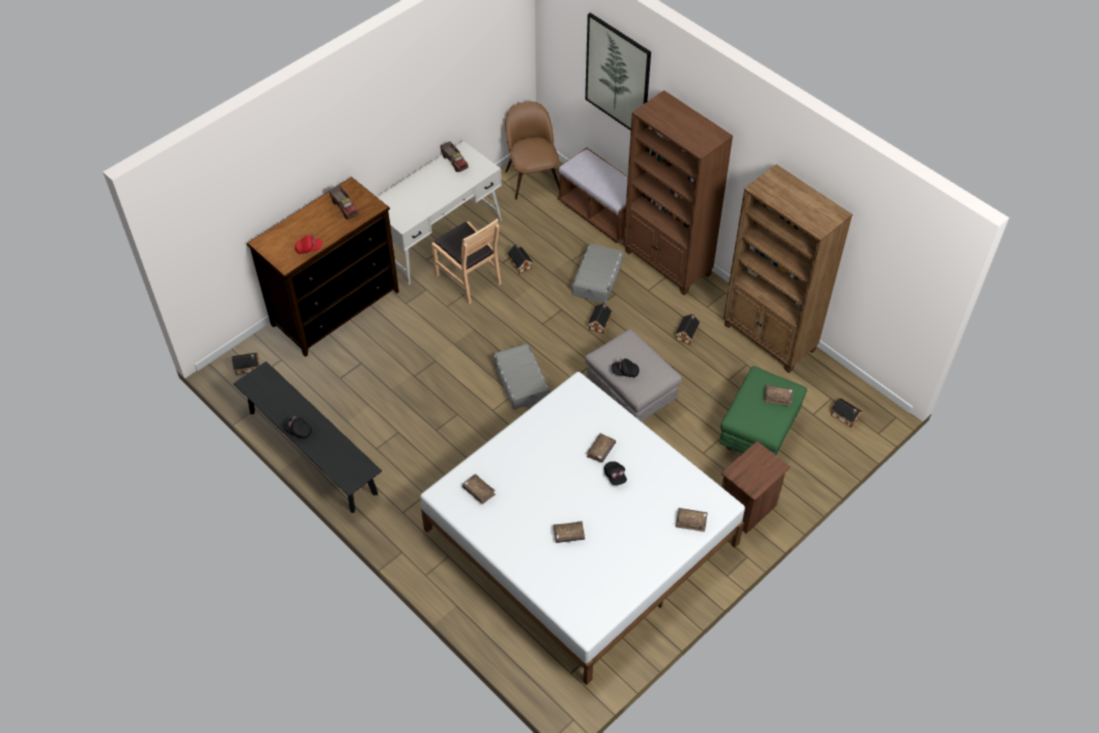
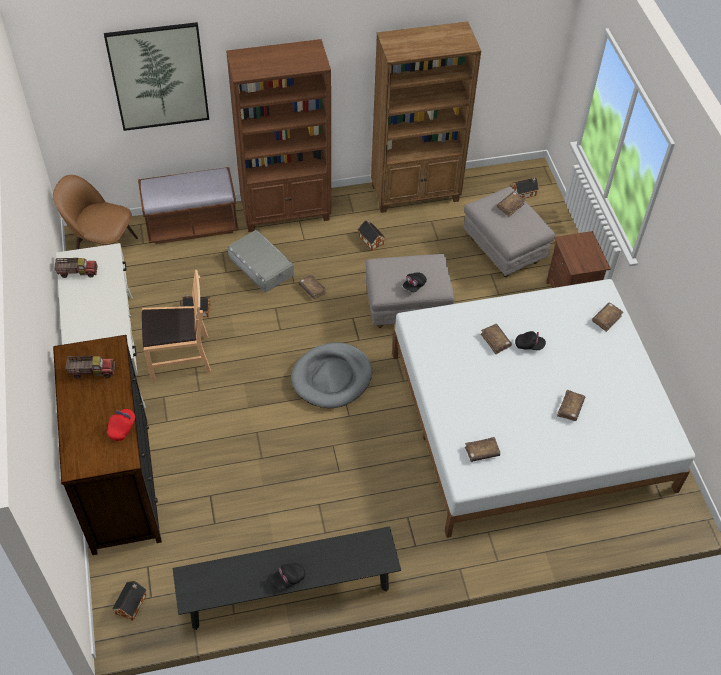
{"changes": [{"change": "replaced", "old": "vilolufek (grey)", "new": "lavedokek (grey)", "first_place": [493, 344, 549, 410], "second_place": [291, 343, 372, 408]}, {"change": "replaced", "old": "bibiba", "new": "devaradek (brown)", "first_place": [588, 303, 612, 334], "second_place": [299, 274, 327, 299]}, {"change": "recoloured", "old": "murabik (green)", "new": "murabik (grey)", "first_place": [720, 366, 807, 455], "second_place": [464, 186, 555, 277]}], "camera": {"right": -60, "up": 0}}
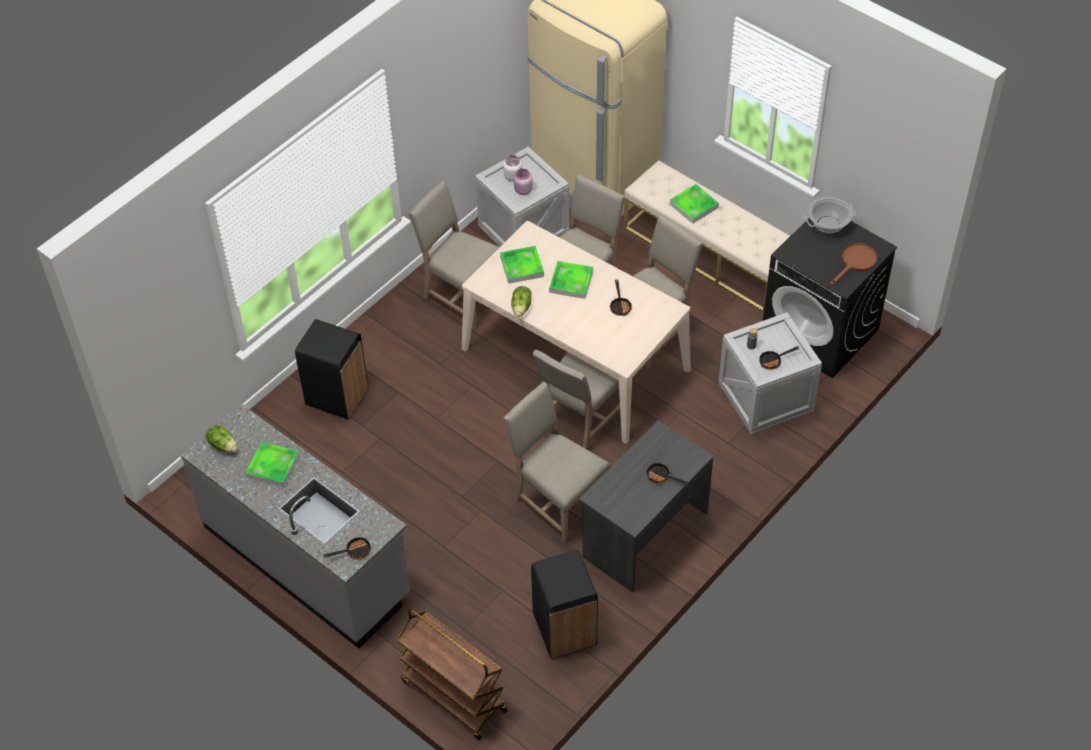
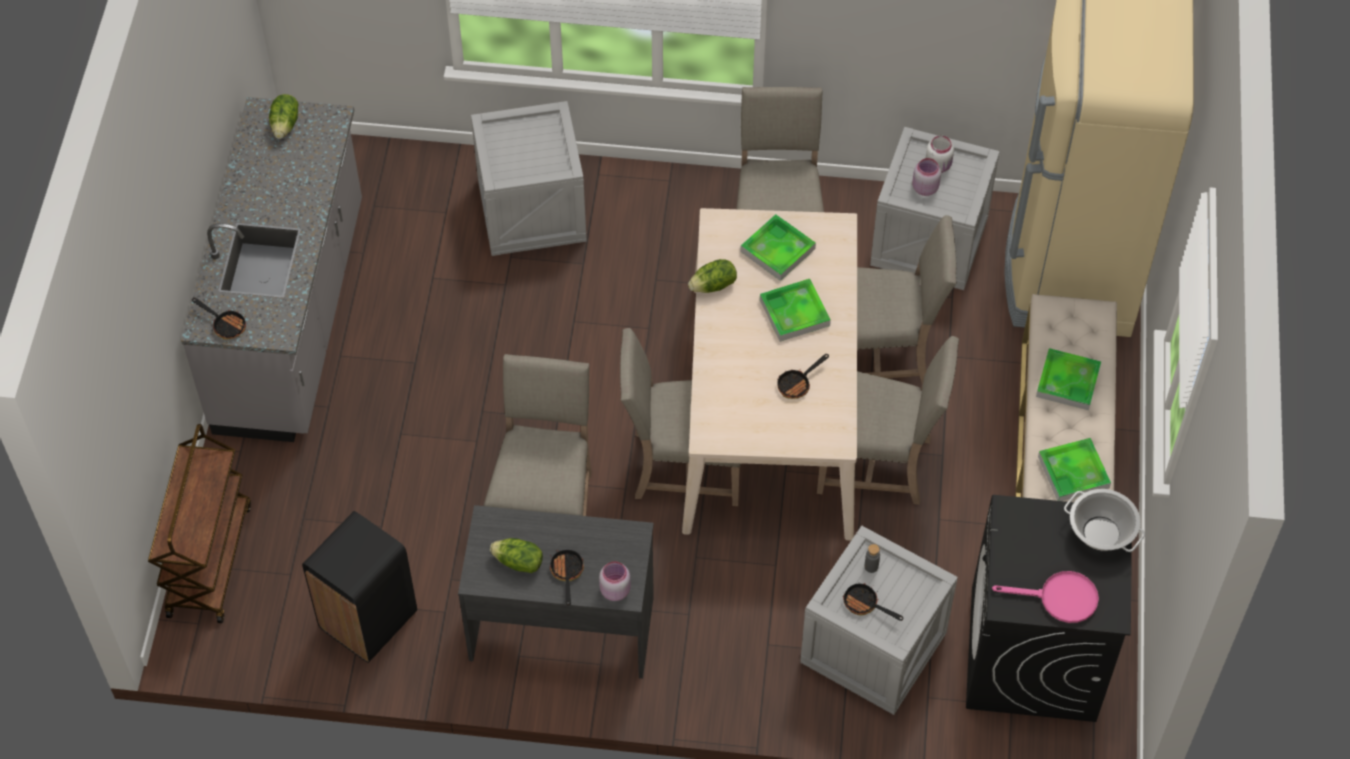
{"changes": [{"change": "replaced", "old": "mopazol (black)", "new": "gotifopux", "first_place": [295, 319, 368, 420], "second_place": [471, 101, 587, 256]}, {"change": "added", "new": "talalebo", "second_place": [490, 538, 543, 573]}, {"change": "added", "new": "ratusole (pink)", "second_place": [599, 561, 631, 601]}, {"change": "recoloured", "old": "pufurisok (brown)", "new": "pufurisok (pink)", "first_place": [830, 243, 877, 285], "second_place": [992, 571, 1099, 623]}, {"change": "moved", "old": "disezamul", "first_place": [246, 442, 300, 487], "second_place": [1038, 438, 1111, 501]}], "camera": {"right": 55, "up": 5}}
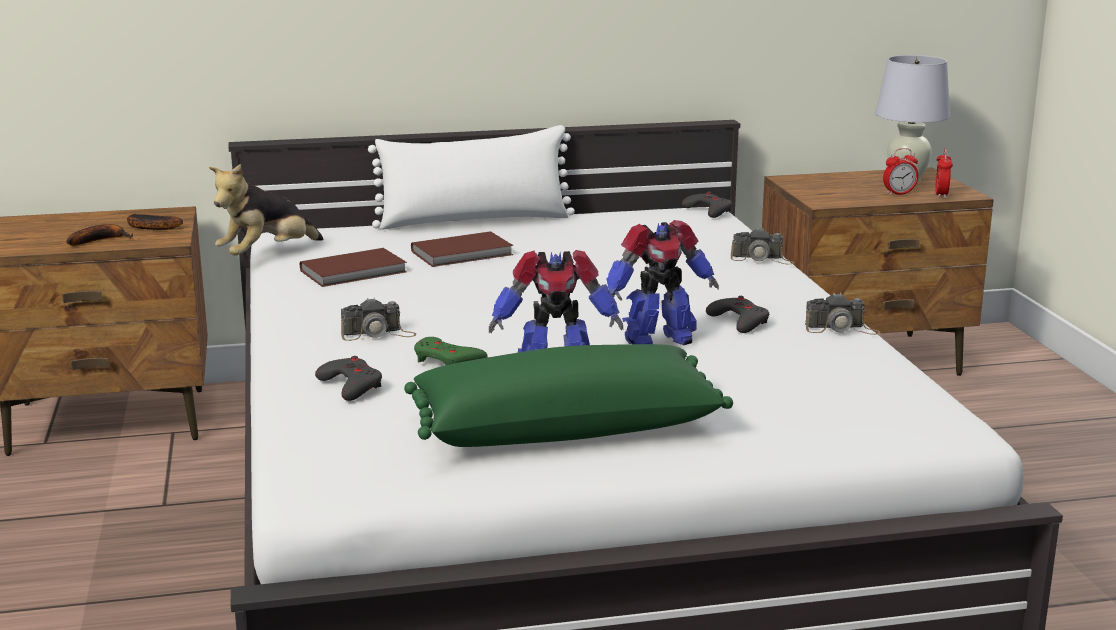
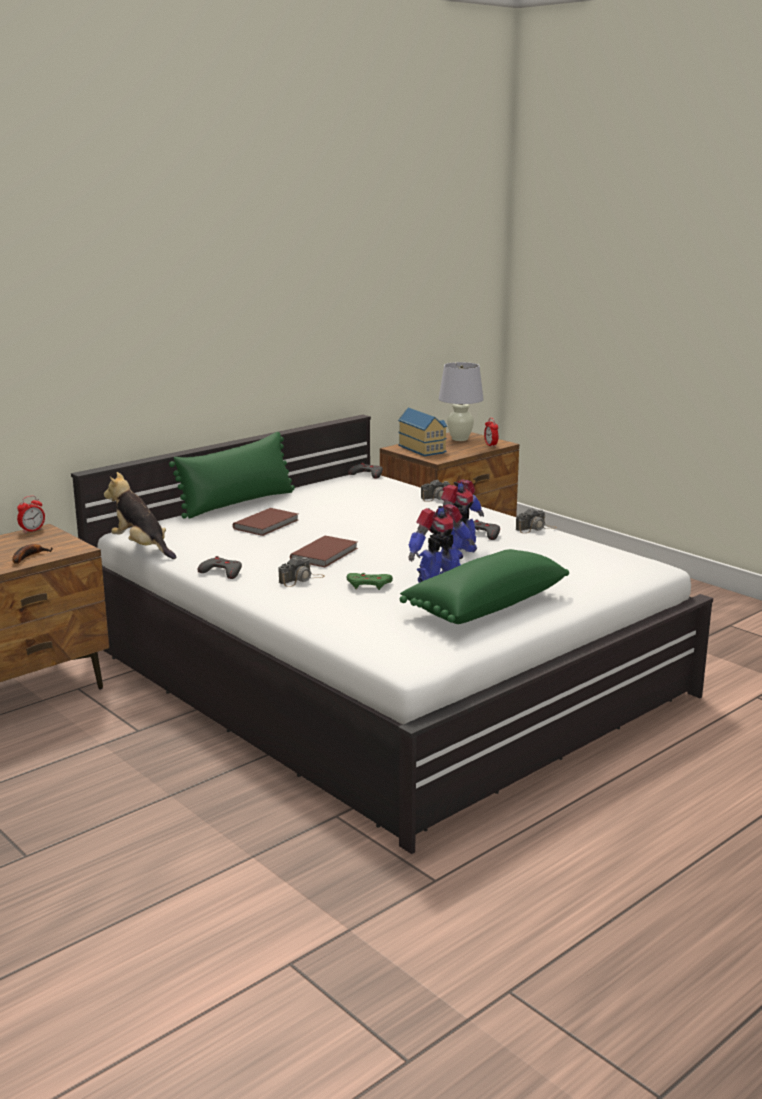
{"changes": [{"change": "moved", "old": "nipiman", "first_place": [883, 148, 918, 196], "second_place": [17, 496, 45, 533]}, {"change": "turned", "old": "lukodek", "first_place": [209, 164, 323, 255], "second_place": [104, 472, 176, 559], "degrees": 120}, {"change": "recoloured", "old": "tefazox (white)", "new": "tefazox (green)", "first_place": [368, 125, 575, 229], "second_place": [169, 432, 295, 519]}, {"change": "moved", "old": "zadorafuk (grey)", "first_place": [315, 356, 382, 401], "second_place": [197, 556, 242, 579]}, {"change": "moved", "old": "devaradek (brown)", "first_place": [300, 248, 407, 287], "second_place": [290, 536, 358, 567]}, {"change": "added", "new": "bibiba", "second_place": [398, 407, 447, 456]}, {"change": "removed", "old": "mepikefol", "first_place": [127, 214, 183, 230]}], "camera": {"right": -30, "up": 0}}
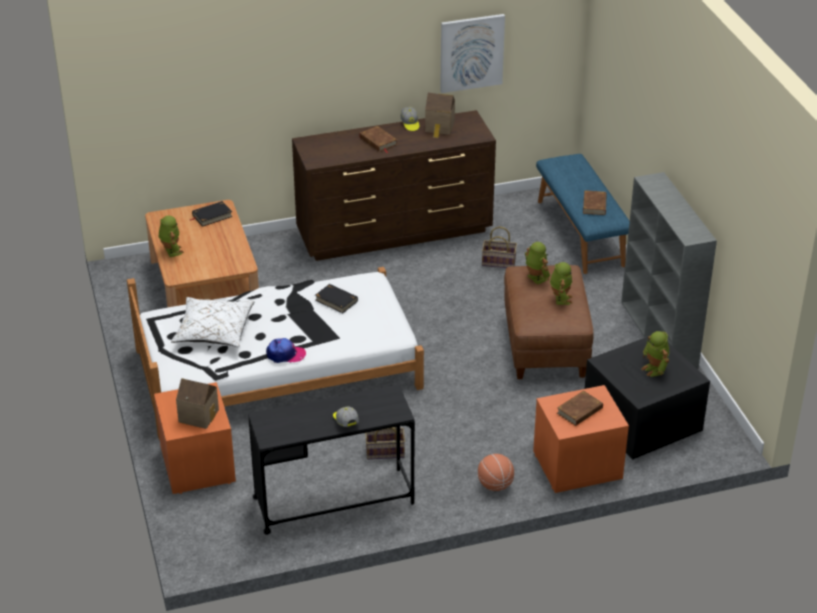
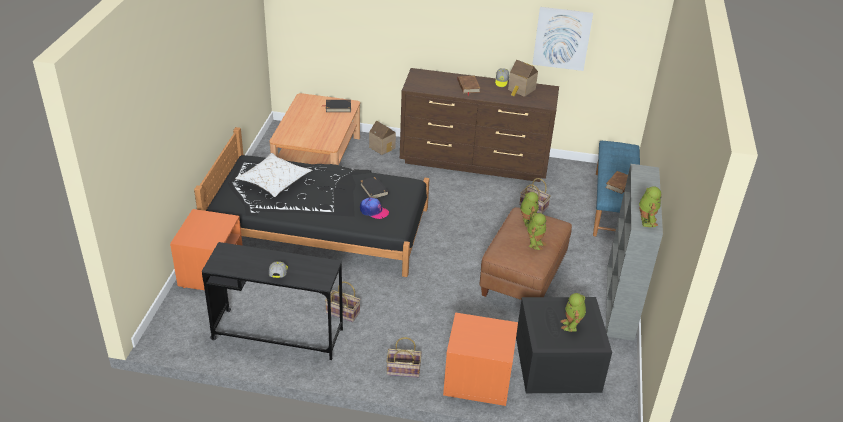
{"changes": [{"change": "recoloured", "old": "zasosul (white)", "new": "zasosul (black)", "first_place": [127, 267, 424, 440], "second_place": [194, 127, 430, 277]}, {"change": "moved", "old": "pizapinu", "first_place": [266, 338, 306, 363], "second_place": [360, 197, 389, 219]}, {"change": "moved", "old": "bibiba", "first_place": [176, 378, 219, 429], "second_place": [369, 120, 396, 155]}, {"change": "replaced", "old": "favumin", "new": "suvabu", "first_place": [478, 454, 514, 491], "second_place": [386, 337, 422, 378]}, {"change": "moved", "old": "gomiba", "first_place": [158, 215, 184, 257], "second_place": [639, 186, 662, 227]}, {"change": "removed", "old": "devaradek (brown)", "first_place": [557, 391, 603, 426]}], "camera": {"right": 25, "up": 0}}
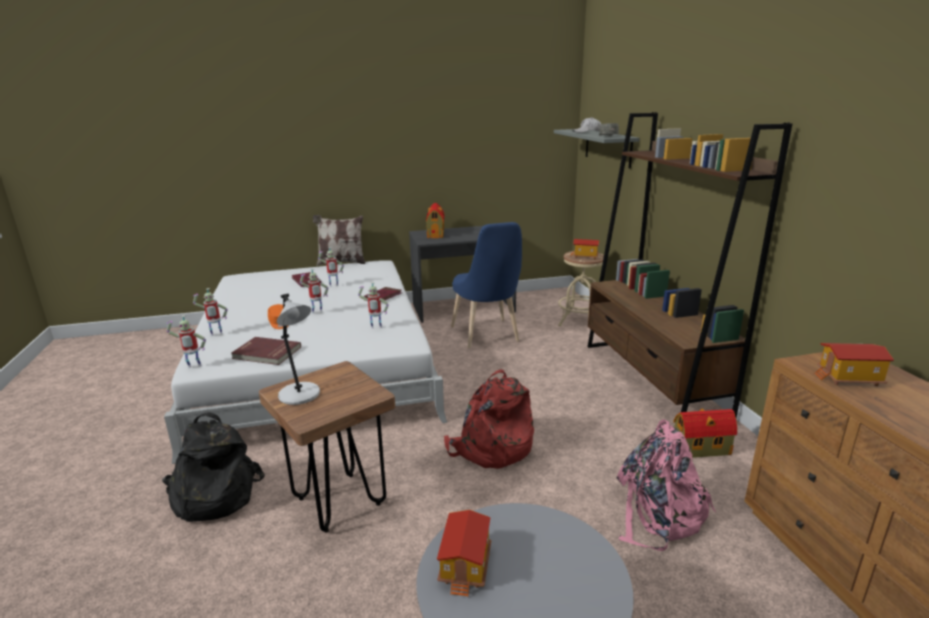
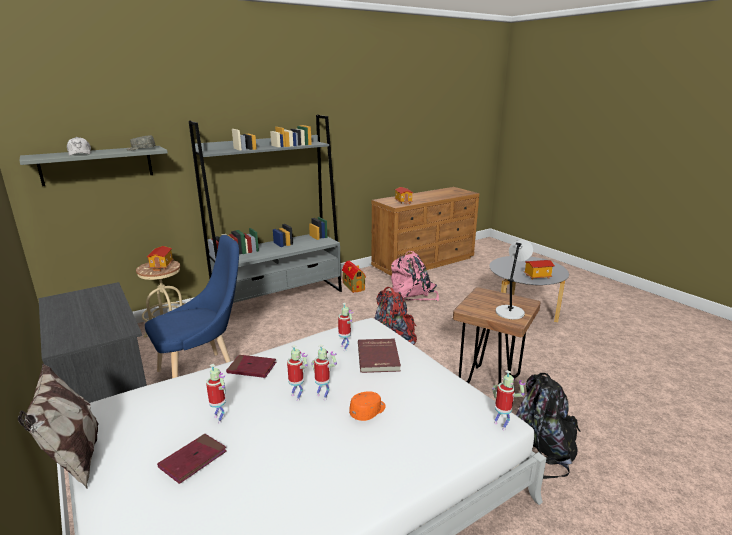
{"changes": [{"change": "recoloured", "old": "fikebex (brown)", "new": "fikebex (grey)", "first_place": [588, 112, 792, 418], "second_place": [189, 115, 342, 303]}, {"change": "moved", "old": "gomiba", "first_place": [193, 288, 228, 336], "second_place": [287, 345, 308, 401]}, {"change": "moved", "old": "devaradek (red)", "first_place": [231, 337, 301, 365], "second_place": [358, 339, 401, 373]}, {"change": "removed", "old": "bibiba", "first_place": [426, 203, 444, 238]}], "camera": {"right": -110, "up": 0}}
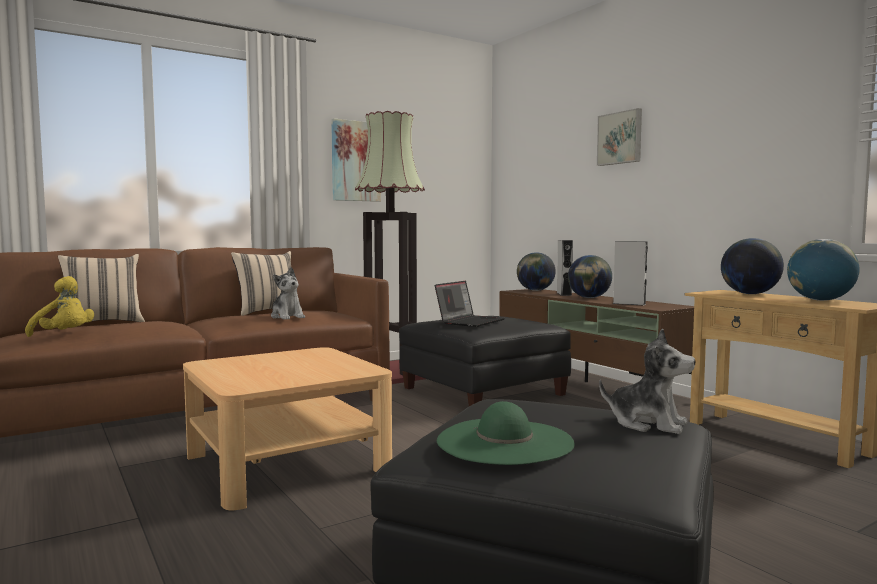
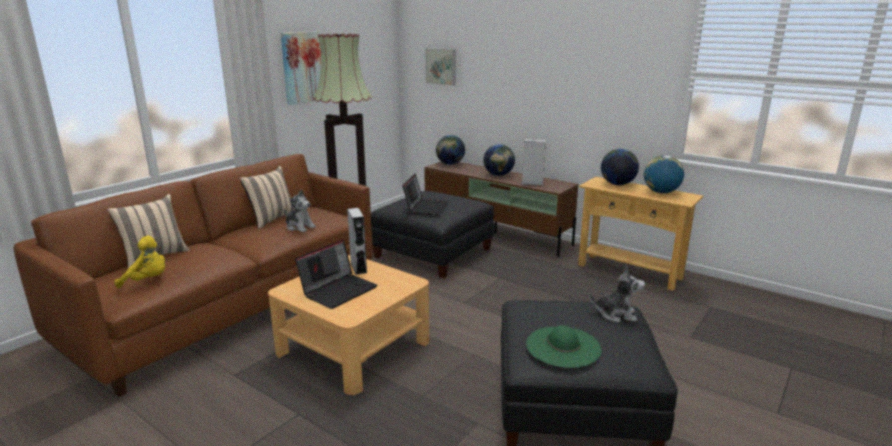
{"changes": [{"change": "added", "new": "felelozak", "second_place": [295, 240, 378, 309]}, {"change": "moved", "old": "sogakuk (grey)", "first_place": [557, 240, 573, 296], "second_place": [347, 208, 367, 275]}, {"change": "moved", "old": "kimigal", "first_place": [597, 108, 642, 166], "second_place": [426, 48, 456, 86]}], "camera": {"right": -20, "up": 15}}
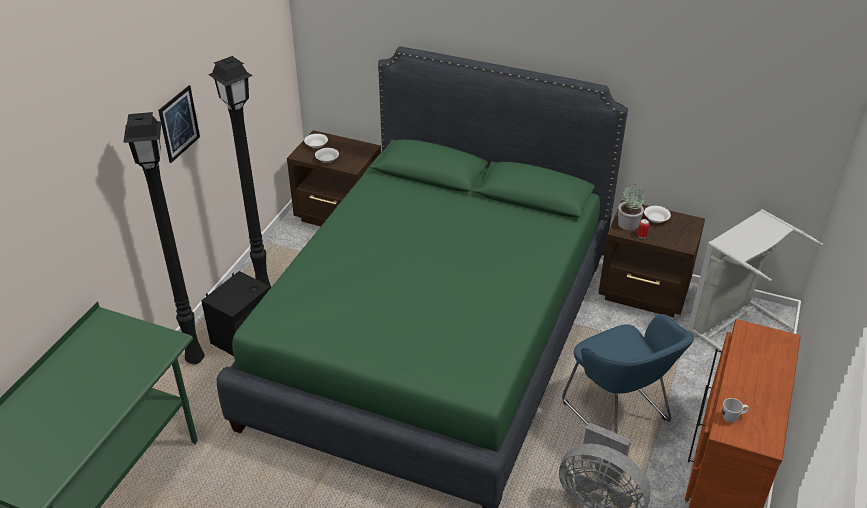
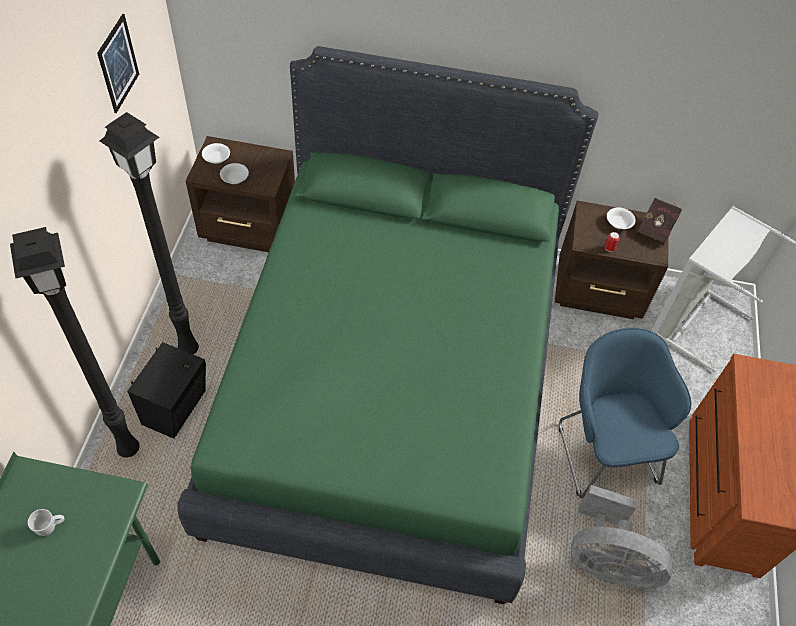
{"changes": [{"change": "moved", "old": "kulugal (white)", "first_place": [722, 398, 749, 422], "second_place": [28, 509, 64, 536]}, {"change": "moved", "old": "kimigal", "first_place": [158, 85, 200, 163], "second_place": [97, 14, 139, 113]}, {"change": "turned", "old": "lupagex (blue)", "first_place": [562, 314, 695, 434], "second_place": [559, 328, 691, 498], "degrees": -150}, {"change": "added", "new": "devaradek (red)", "second_place": [636, 198, 682, 245]}, {"change": "removed", "old": "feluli", "first_place": [618, 184, 644, 230]}], "camera": {"right": -15, "up": 15}}
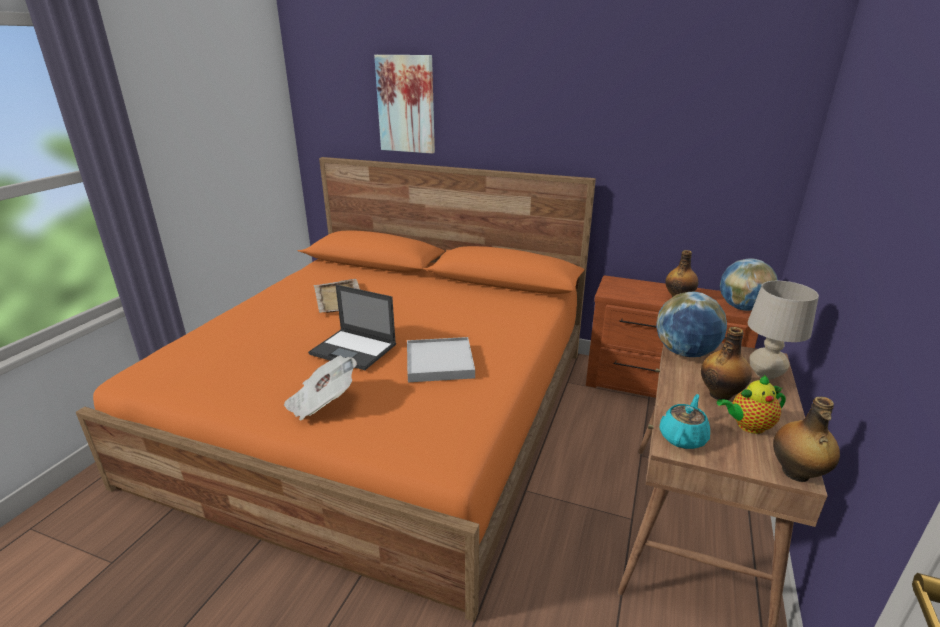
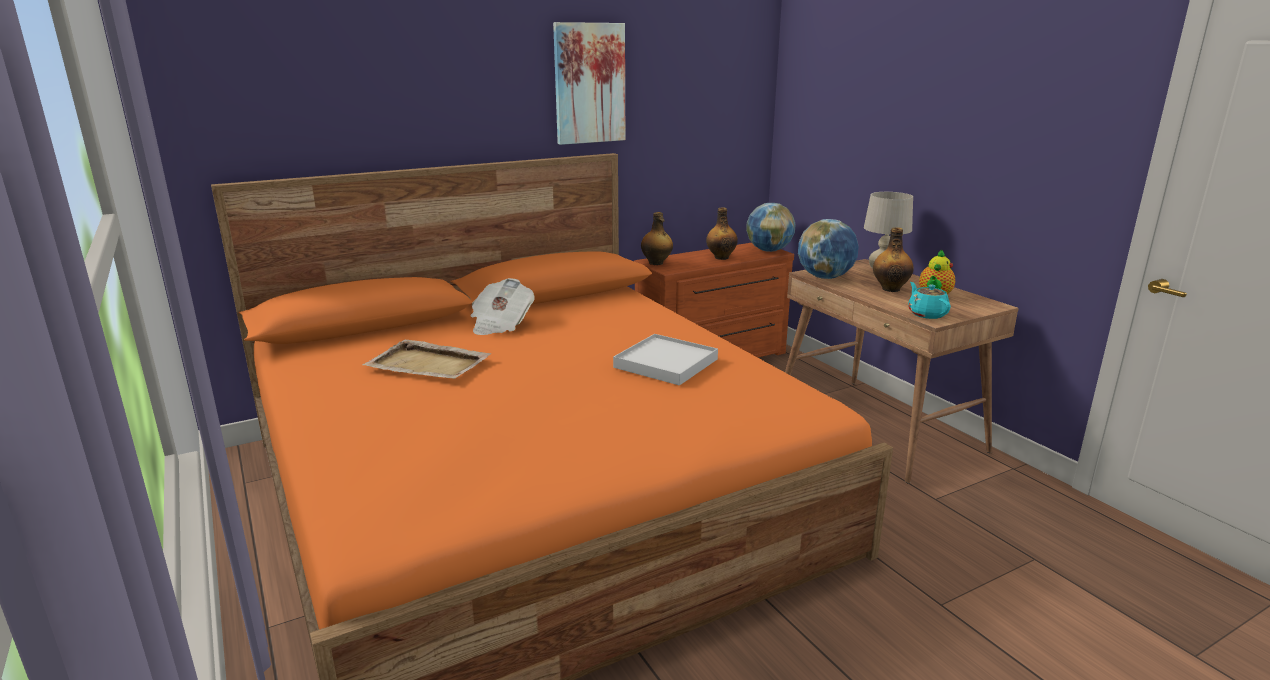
{"changes": [{"change": "moved", "old": "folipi", "first_place": [284, 356, 357, 420], "second_place": [471, 278, 535, 335]}, {"change": "moved", "old": "kimigal", "first_place": [374, 55, 435, 154], "second_place": [553, 22, 625, 145]}, {"change": "moved", "old": "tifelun", "first_place": [773, 397, 840, 482], "second_place": [641, 212, 673, 265]}, {"change": "removed", "old": "felelozak", "first_place": [308, 285, 396, 370]}], "camera": {"right": -50, "up": -5}}
